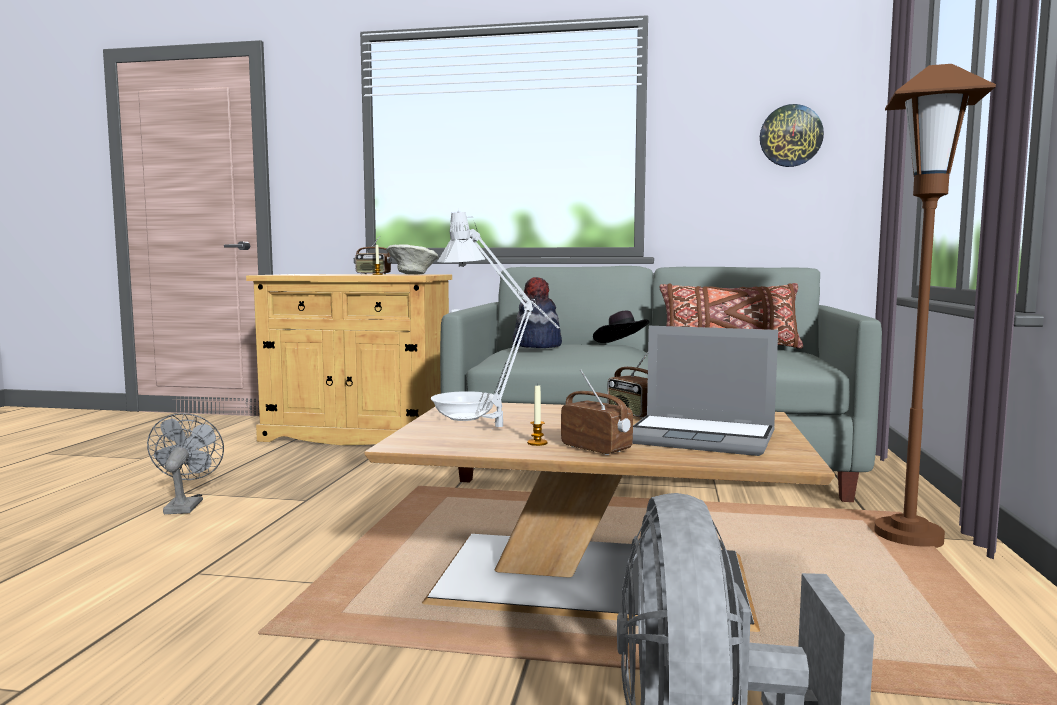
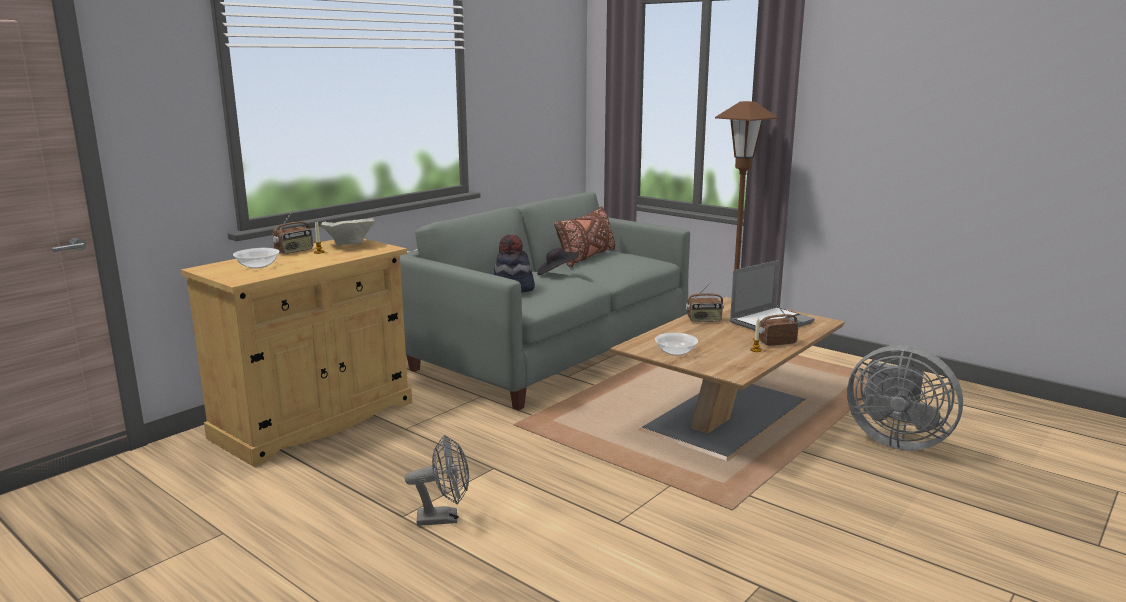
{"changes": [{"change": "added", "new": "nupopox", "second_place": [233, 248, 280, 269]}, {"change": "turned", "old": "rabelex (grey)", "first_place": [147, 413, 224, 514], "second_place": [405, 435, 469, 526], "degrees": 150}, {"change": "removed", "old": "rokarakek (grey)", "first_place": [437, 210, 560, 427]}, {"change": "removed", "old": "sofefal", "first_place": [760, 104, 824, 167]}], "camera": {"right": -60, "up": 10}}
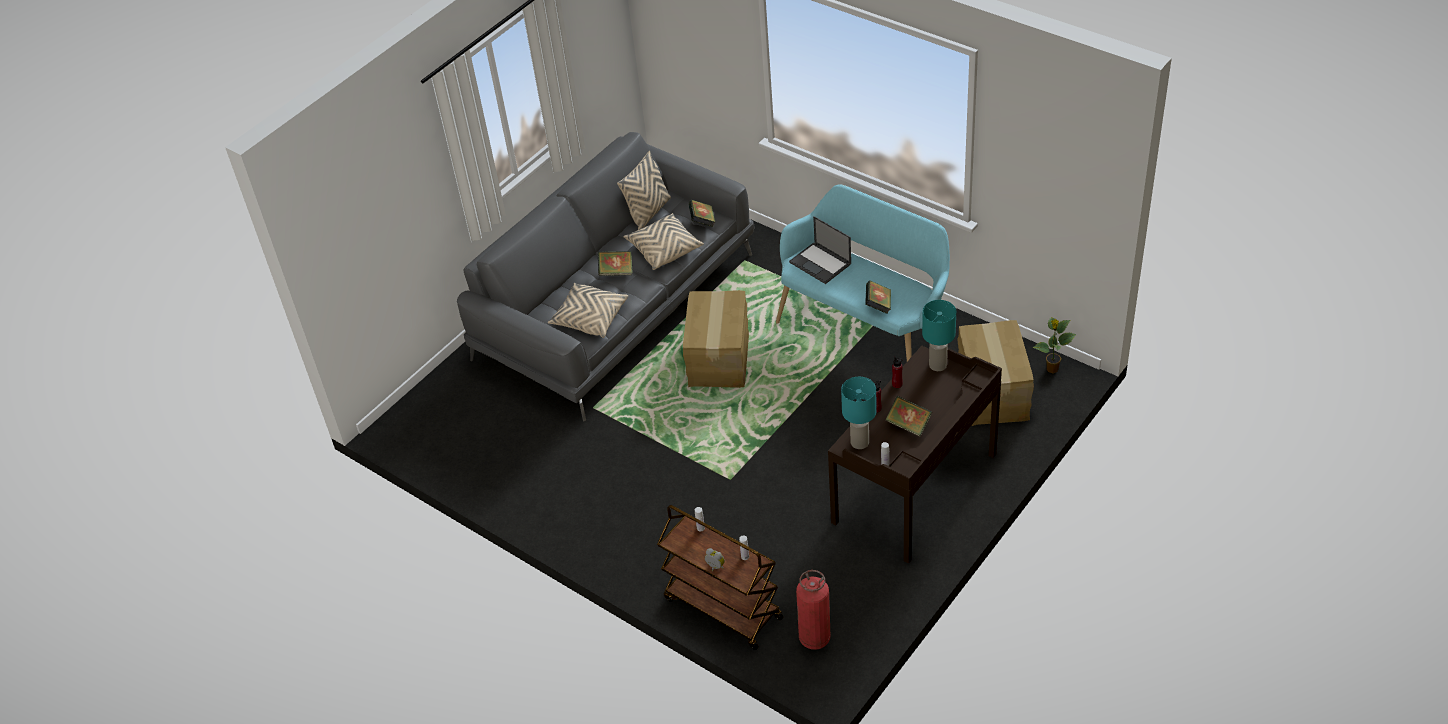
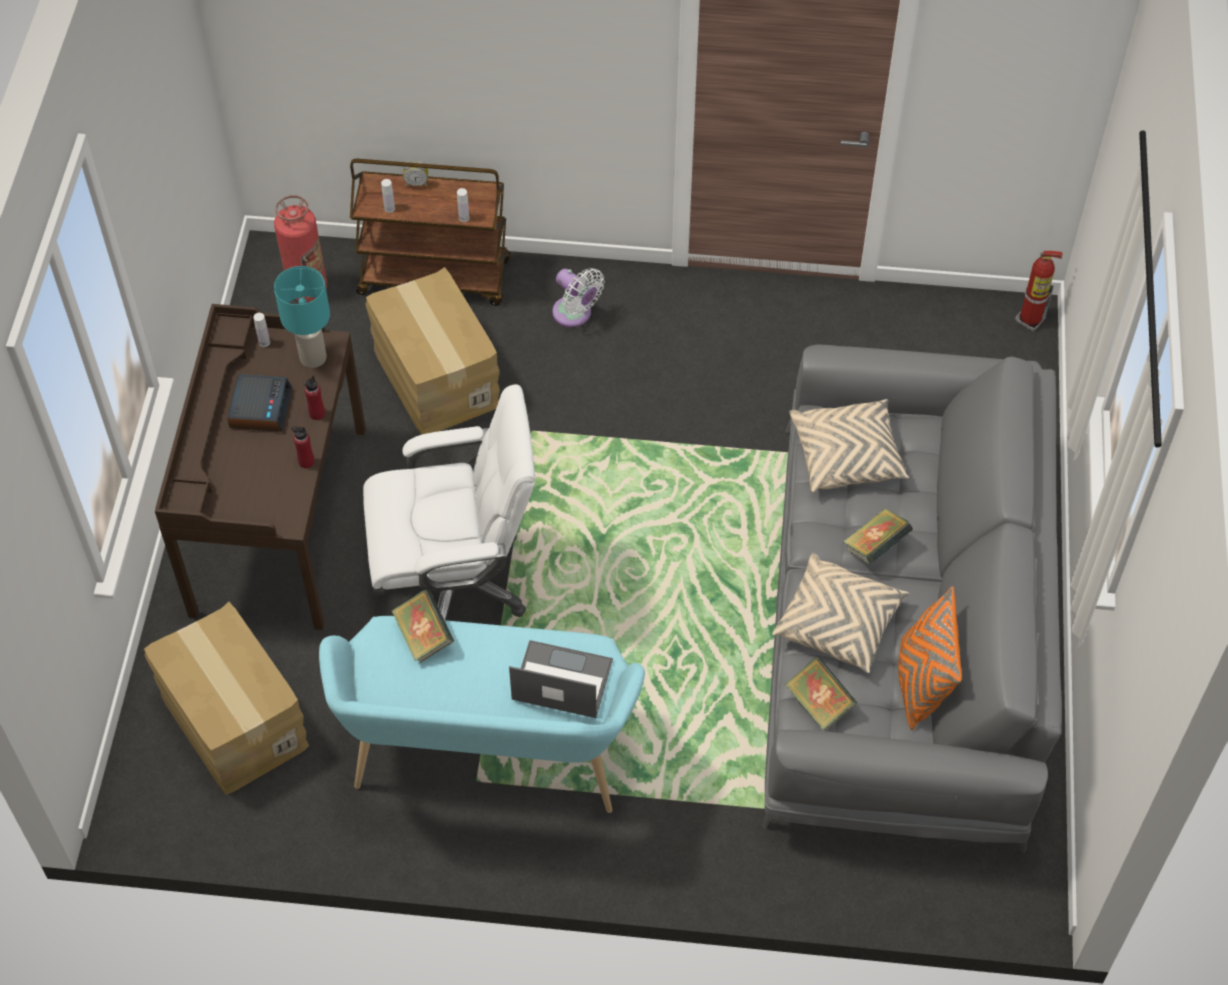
{"changes": [{"change": "replaced", "old": "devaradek", "new": "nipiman", "first_place": [885, 396, 932, 437], "second_place": [227, 374, 292, 432]}, {"change": "added", "new": "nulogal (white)", "second_place": [363, 384, 535, 620]}, {"change": "moved", "old": "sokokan", "first_place": [683, 290, 749, 388], "second_place": [365, 267, 500, 435]}, {"change": "added", "new": "rabelex (white)", "second_place": [552, 268, 605, 327]}, {"change": "recoloured", "old": "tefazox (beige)", "new": "tefazox (orange)", "first_place": [617, 151, 671, 230], "second_place": [898, 586, 962, 730]}, {"change": "added", "new": "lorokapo", "second_place": [1015, 251, 1062, 332]}, {"change": "removed", "old": "rokarakek (turquoise)", "first_place": [922, 300, 956, 371]}, {"change": "removed", "old": "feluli", "first_place": [1032, 317, 1076, 373]}], "camera": {"right": 145, "up": 10}}
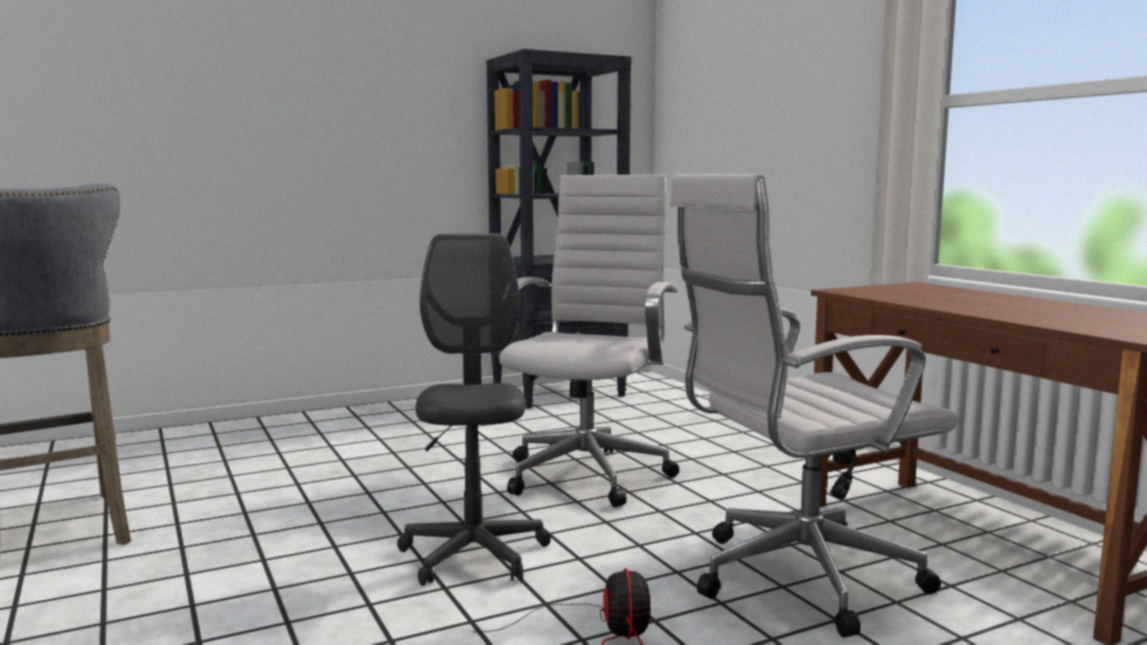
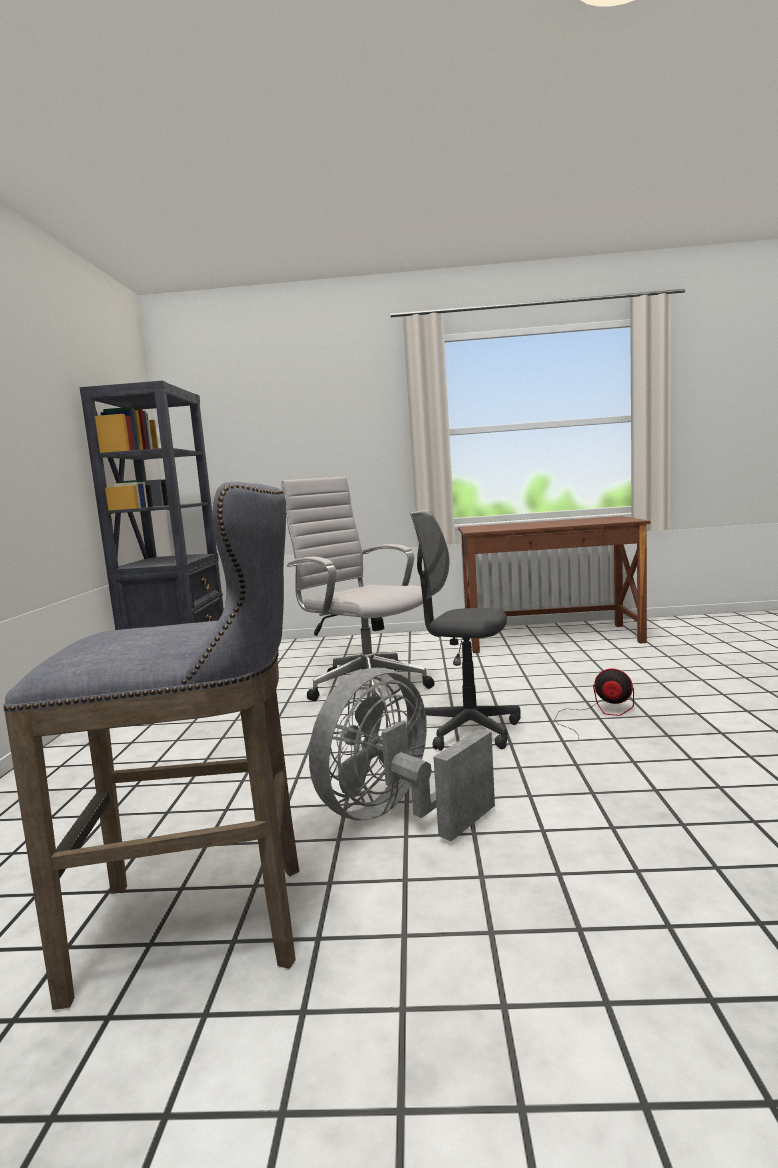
{"changes": [{"change": "added", "new": "rabelex (grey)", "second_place": [309, 668, 495, 841]}, {"change": "removed", "old": "nulogal (white)", "first_place": [669, 174, 958, 637]}], "camera": {"right": -60, "up": 0}}
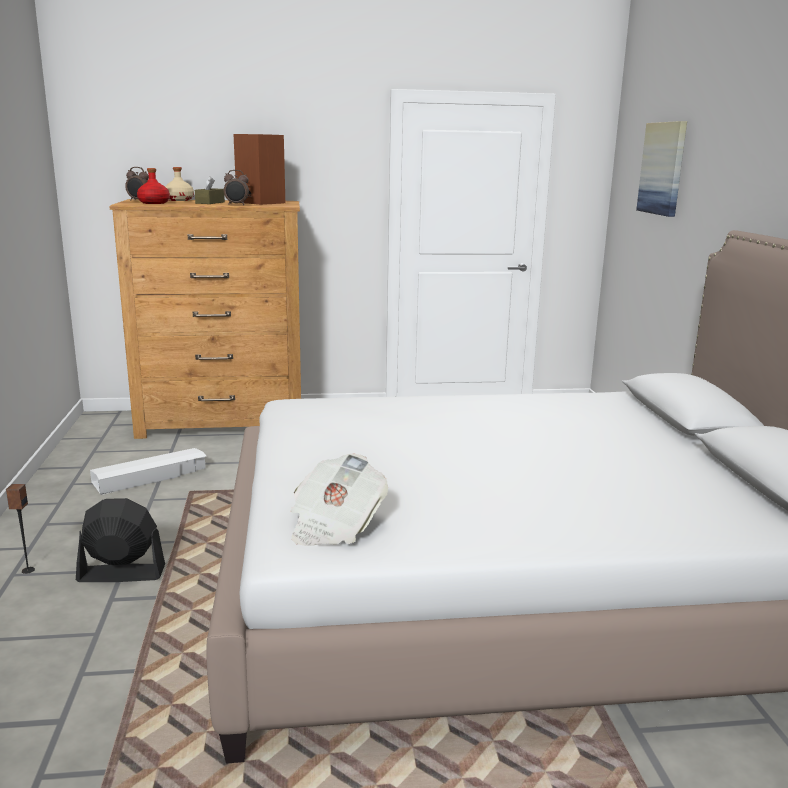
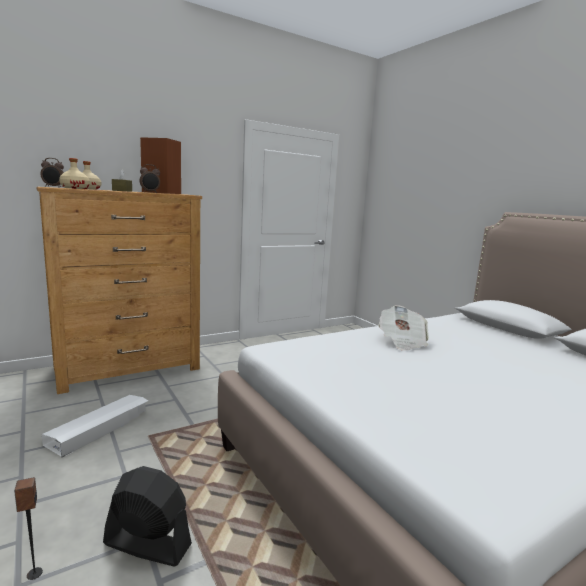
{"changes": [{"change": "recoloured", "old": "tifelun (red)", "new": "tifelun (beige)", "first_place": [137, 168, 170, 204], "second_place": [59, 158, 90, 189]}, {"change": "turned", "old": "rabelex (black)", "first_place": [76, 498, 165, 582], "second_place": [103, 466, 192, 566], "degrees": 45}, {"change": "moved", "old": "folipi", "first_place": [290, 453, 388, 546], "second_place": [378, 305, 429, 351]}, {"change": "removed", "old": "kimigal", "first_place": [636, 121, 687, 217]}], "camera": {"right": -25, "up": -5}}
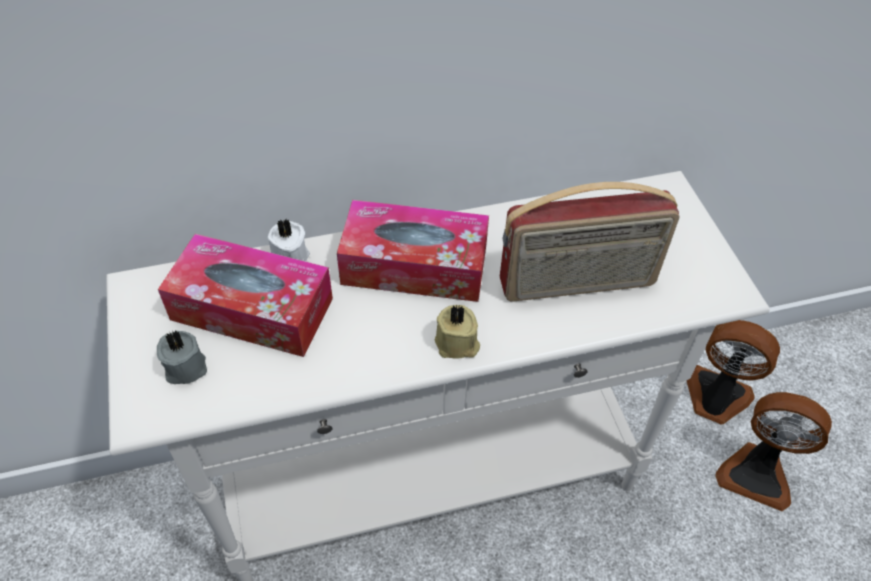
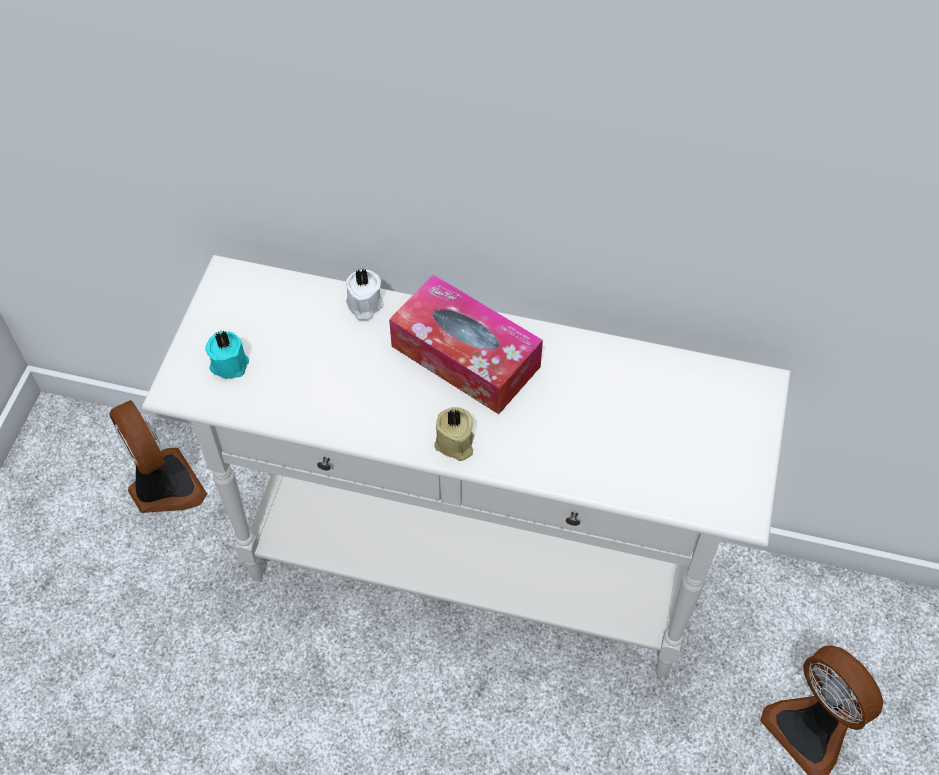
{"changes": [{"change": "moved", "old": "rabelex", "first_place": [687, 320, 780, 424], "second_place": [109, 400, 207, 513]}, {"change": "recoloured", "old": "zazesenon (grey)", "new": "zazesenon (turquoise)", "first_place": [157, 330, 207, 384], "second_place": [205, 330, 249, 379]}, {"change": "removed", "old": "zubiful", "first_place": [158, 234, 333, 357]}, {"change": "removed", "old": "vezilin", "first_place": [500, 182, 680, 302]}], "camera": {"right": 30, "up": 5}}
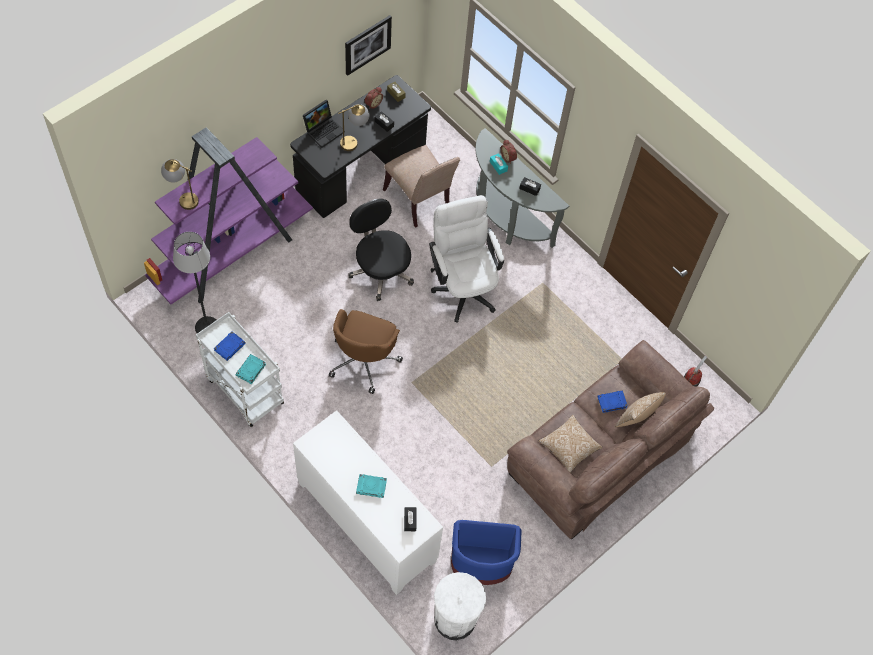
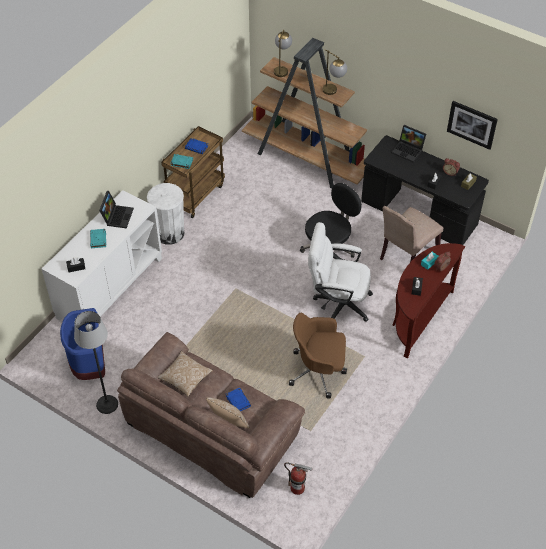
{"changes": [{"change": "moved", "old": "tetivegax", "first_place": [173, 232, 216, 333], "second_place": [74, 311, 118, 414]}, {"change": "added", "new": "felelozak", "second_place": [99, 191, 134, 229]}, {"change": "moved", "old": "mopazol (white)", "first_place": [434, 572, 486, 640], "second_place": [147, 183, 185, 245]}, {"change": "recoloured", "old": "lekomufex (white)", "new": "lekomufex (brown)", "first_place": [196, 312, 284, 427], "second_place": [161, 126, 225, 218]}, {"change": "recoloured", "old": "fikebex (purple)", "new": "fikebex (brown)", "first_place": [144, 127, 313, 304], "second_place": [242, 38, 367, 188]}, {"change": "moved", "old": "nulogal (brown)", "first_place": [329, 309, 403, 394], "second_place": [289, 313, 347, 398]}, {"change": "turned", "old": "nulogal (white)", "first_place": [429, 195, 504, 323], "second_place": [308, 222, 373, 322], "degrees": -135}, {"change": "moved", "old": "rokarakek", "first_place": [338, 104, 369, 151], "second_place": [323, 49, 347, 95]}, {"change": "recoloured", "old": "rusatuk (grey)", "new": "rusatuk (brown)", "first_place": [475, 128, 569, 248], "second_place": [392, 243, 465, 358]}], "camera": {"right": 80, "up": -10}}
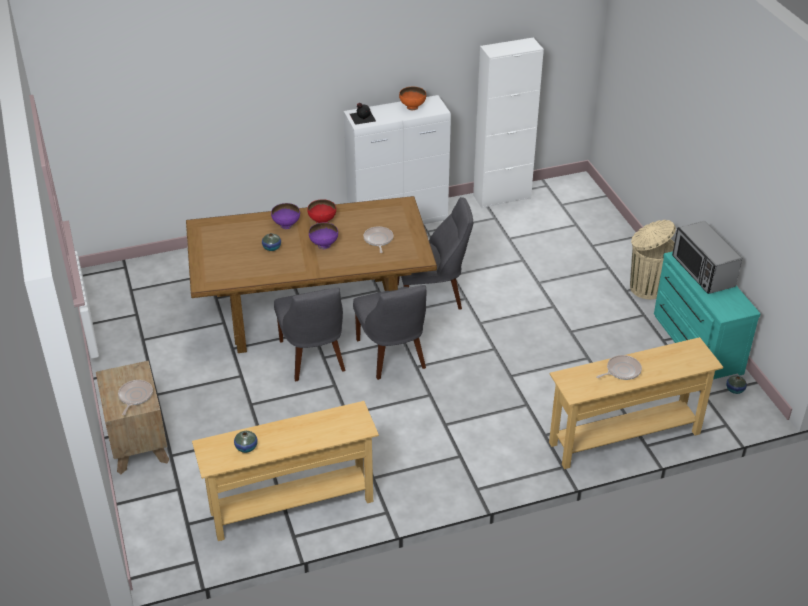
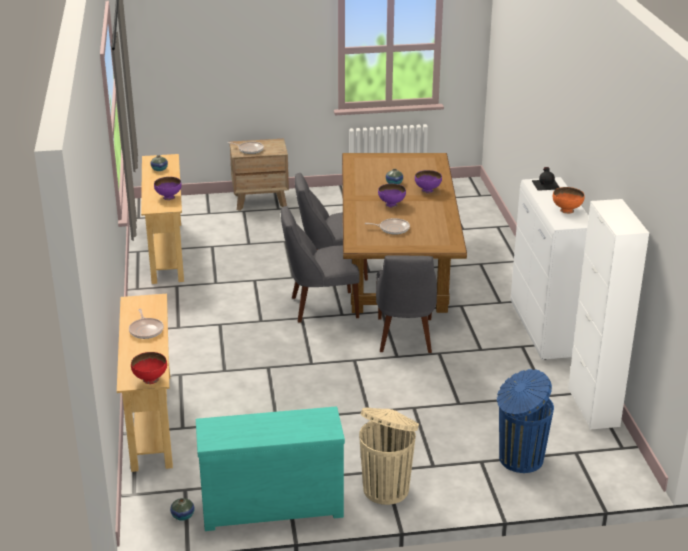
{"changes": [{"change": "moved", "old": "nupopox (red)", "first_place": [307, 199, 336, 224], "second_place": [131, 352, 167, 384]}, {"change": "added", "new": "nupopox (purple)", "second_place": [154, 177, 182, 200]}, {"change": "added", "new": "mopazol (blue)", "second_place": [497, 369, 554, 473]}, {"change": "removed", "old": "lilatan", "first_place": [672, 221, 742, 294]}], "camera": {"right": 100, "up": -10}}
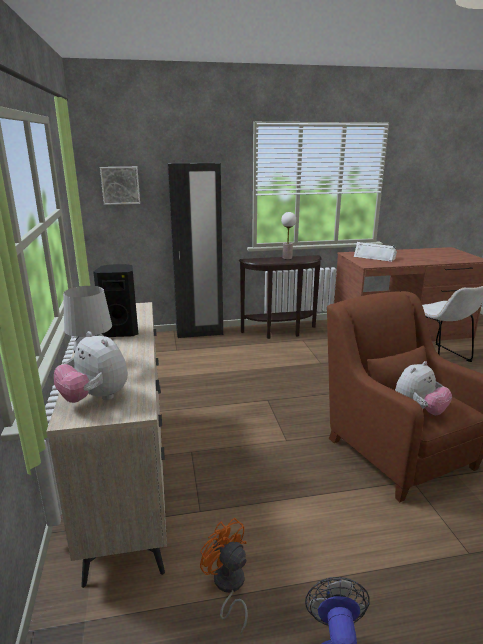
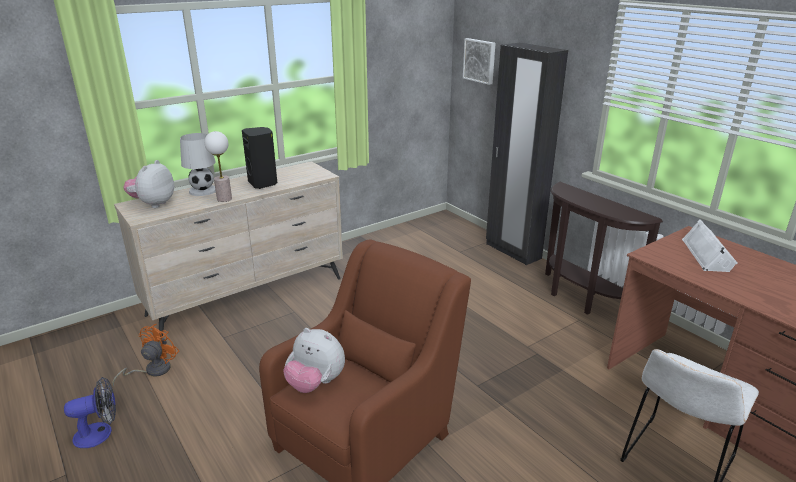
{"changes": [{"change": "moved", "old": "rokarakek", "first_place": [281, 212, 296, 259], "second_place": [204, 131, 232, 202]}], "camera": {"right": 65, "up": 5}}
